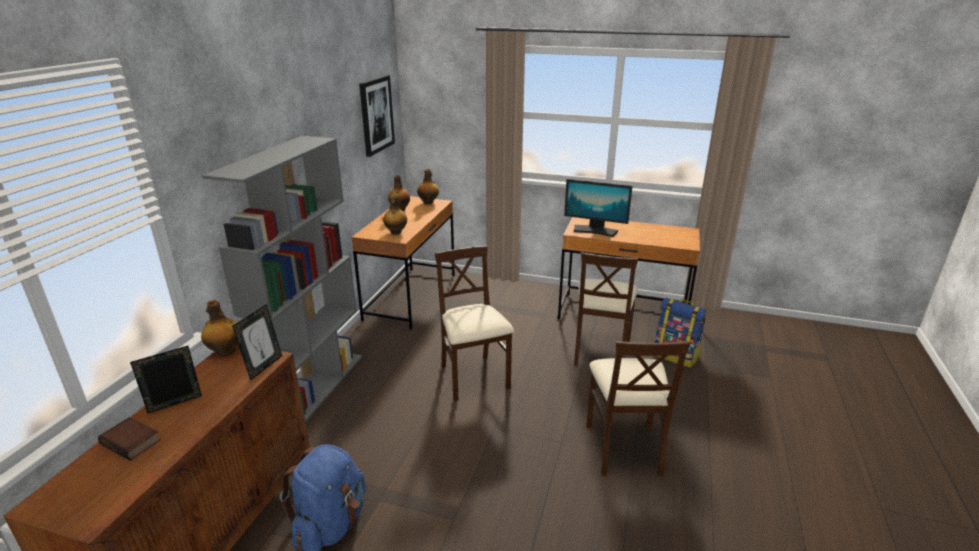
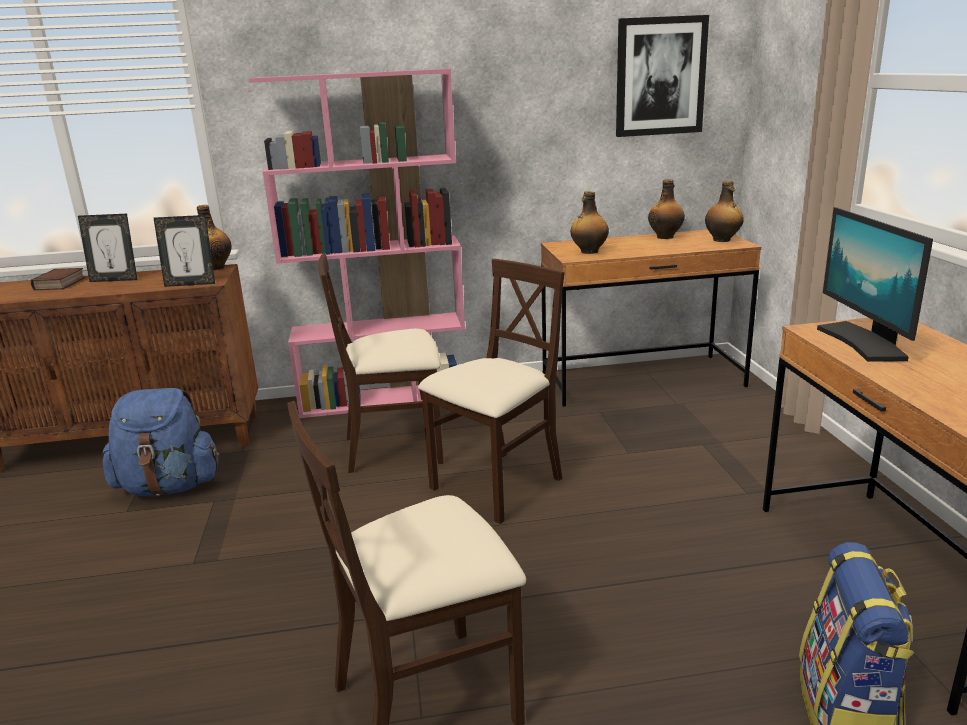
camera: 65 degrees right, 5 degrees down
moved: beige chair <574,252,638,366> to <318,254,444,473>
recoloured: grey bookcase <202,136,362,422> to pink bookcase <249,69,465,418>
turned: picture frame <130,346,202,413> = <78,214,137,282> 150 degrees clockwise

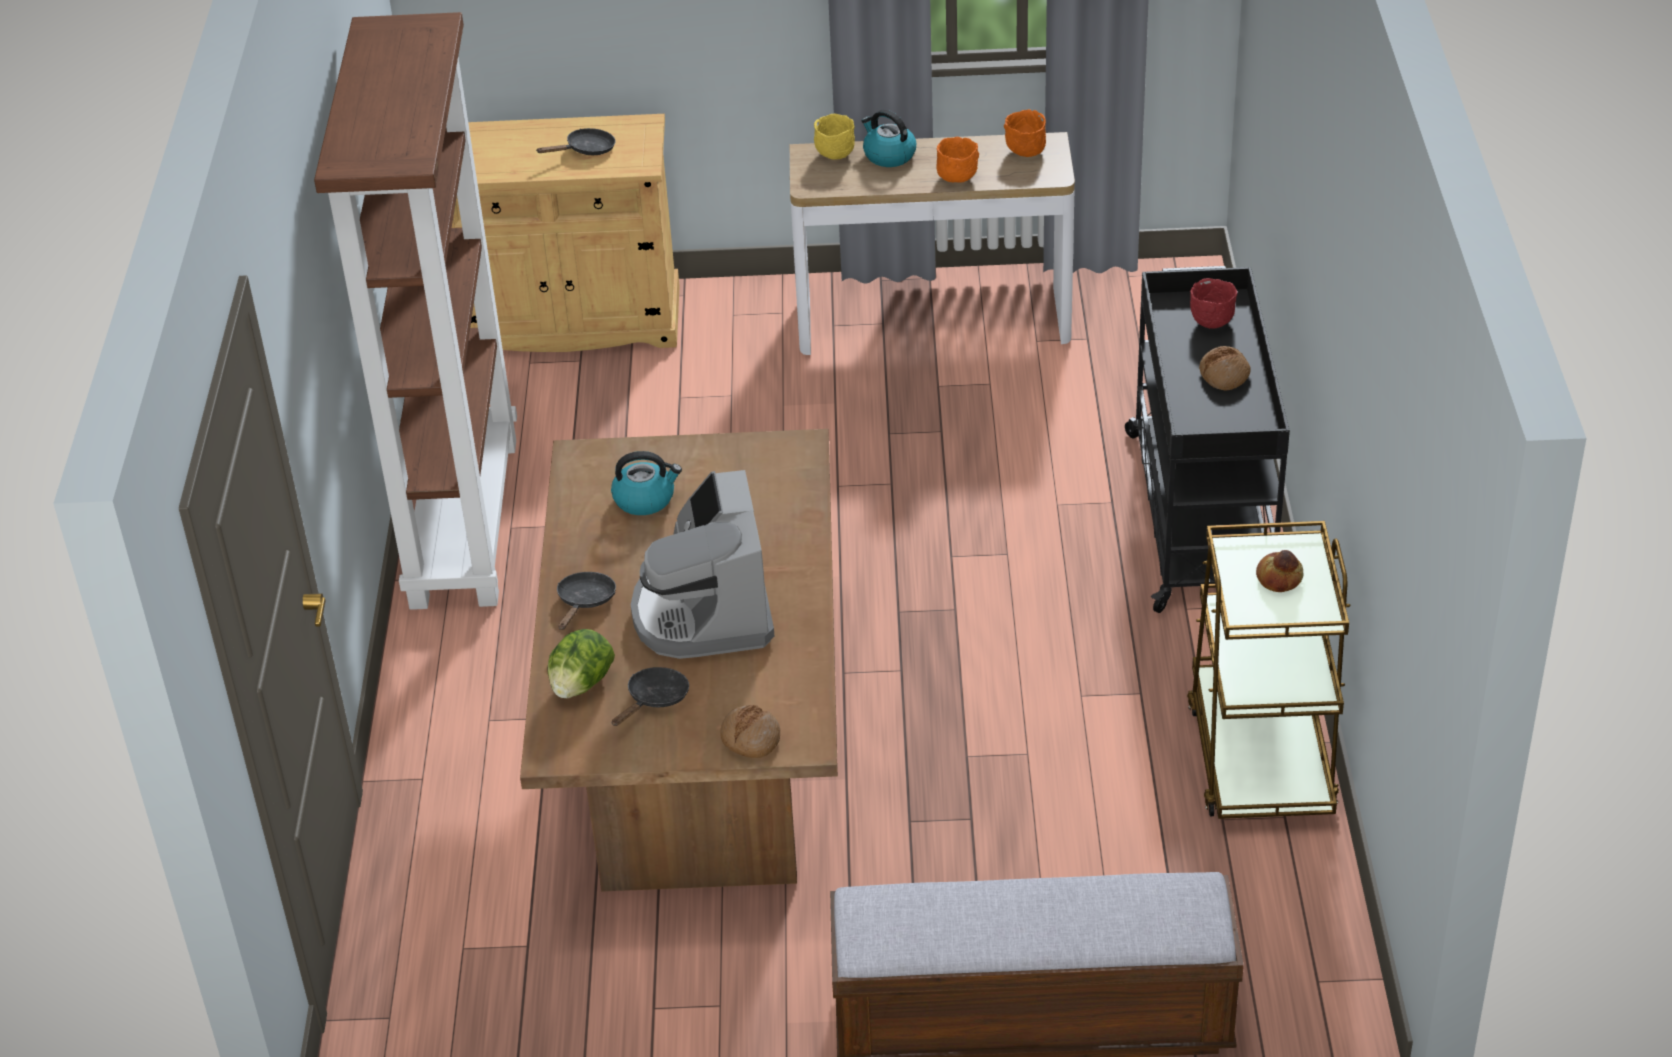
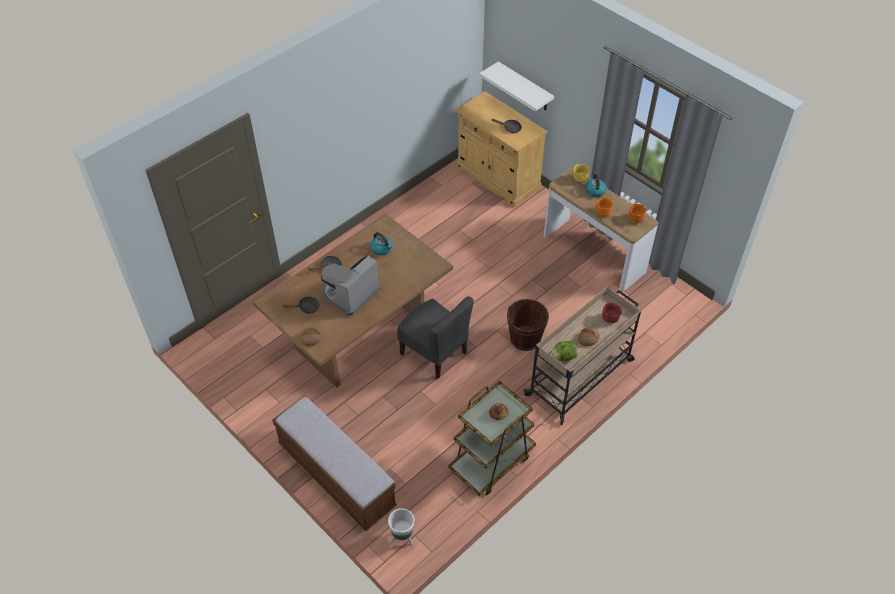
camera: 45 degrees right, 10 degrees up
removed: brown bookcase <314,12,517,610>
added: white planter <388,508,415,546>; grey chair <397,296,474,379>; white shelf <479,61,554,111>; brown bucket <507,299,549,351>
moved: lettuce <548,629,615,699> to <550,341,578,361>
recoloured: black cart <1125,266,1290,613> to beige cart <523,287,641,425>

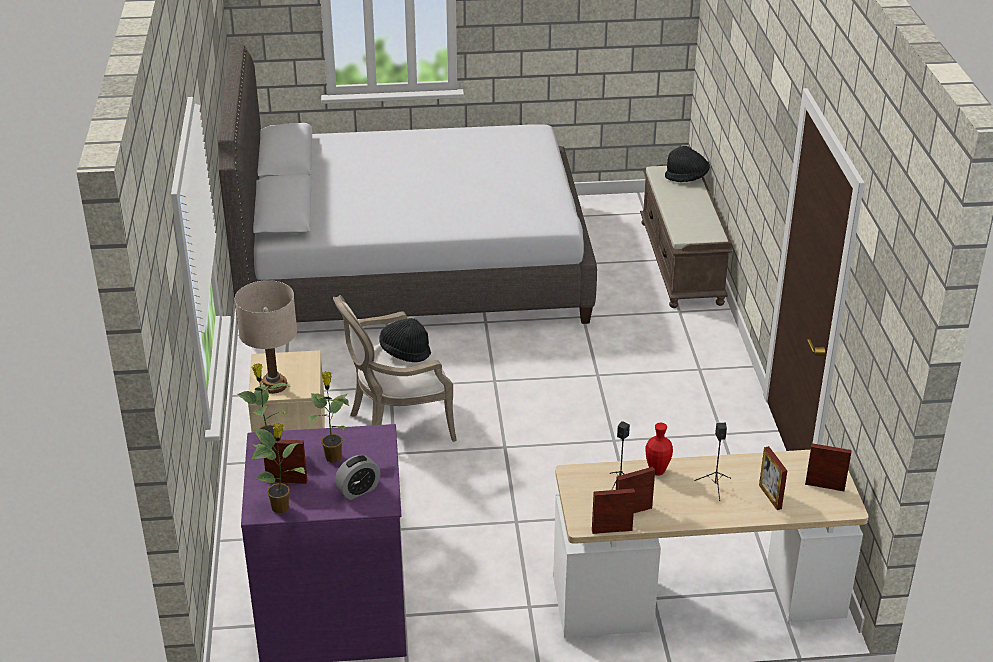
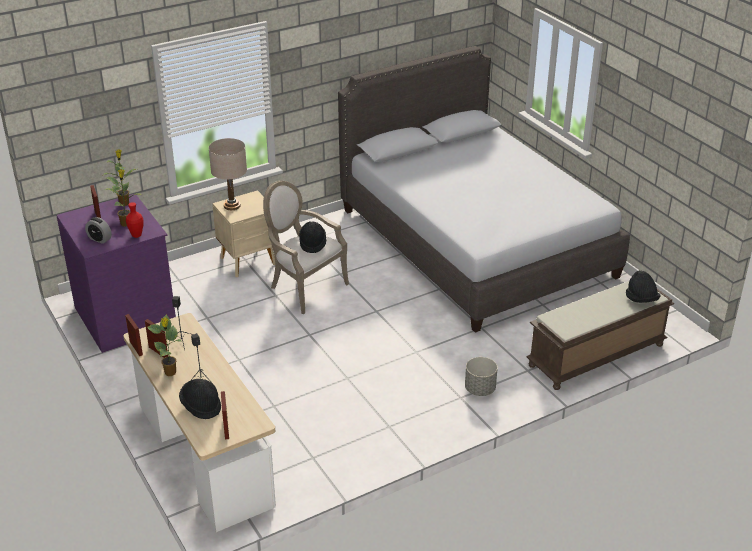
camera: 65 degrees right, 0 degrees up
added: grey planter <465,357,498,396>
moved: potted plant <252,423,305,513> to <148,315,182,376>; red vase <645,423,673,476> to <126,202,144,238>
replaced: picture frame <759,446,787,510> to black hat <179,379,221,419>

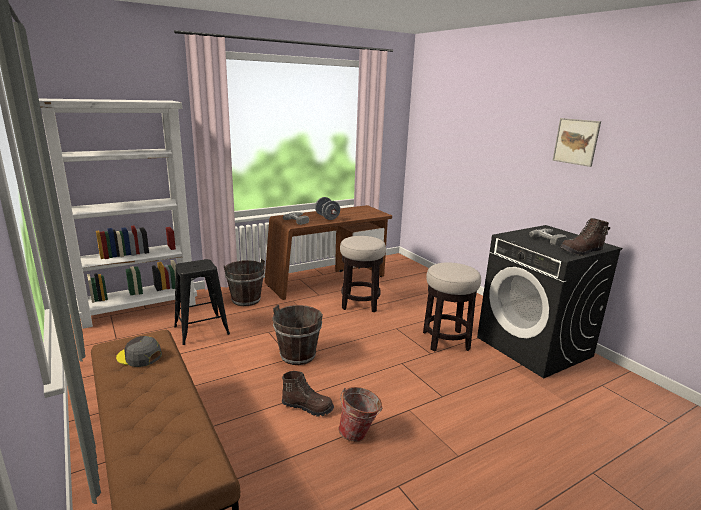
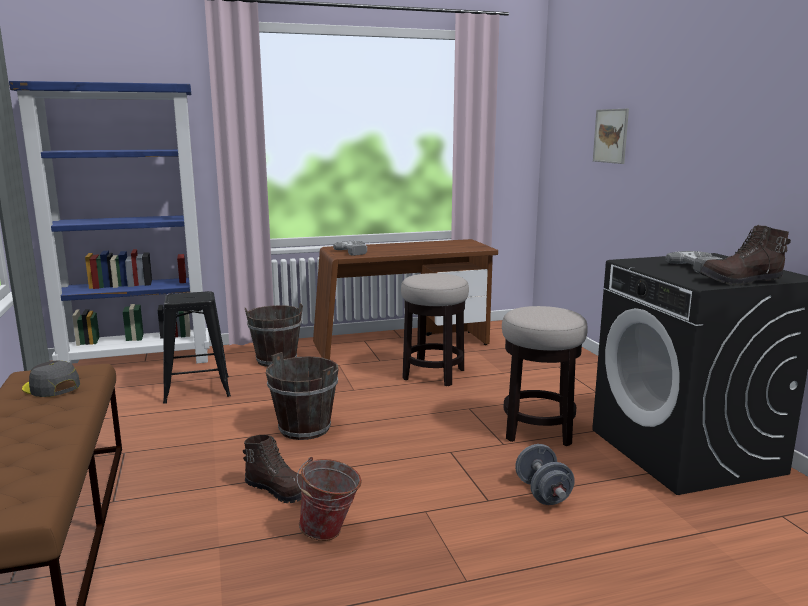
camera: 15 degrees right, 5 degrees down
moved: grey dumbbell <315,197,340,220> to <515,444,575,505>; picture <552,118,601,167> to <593,109,629,164>
recoloured: white bookcase <39,99,197,329> to blue bookcase <9,81,209,364>

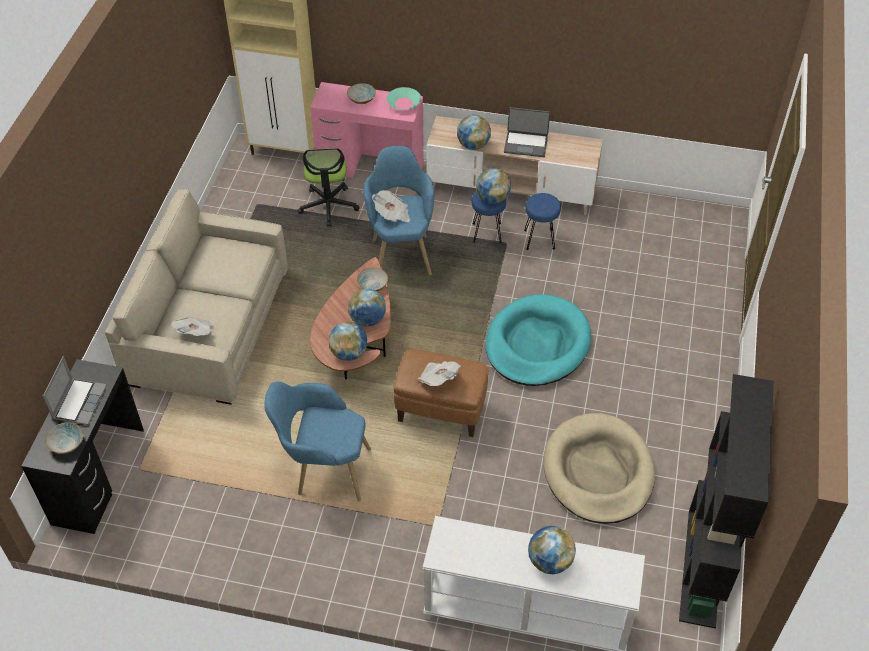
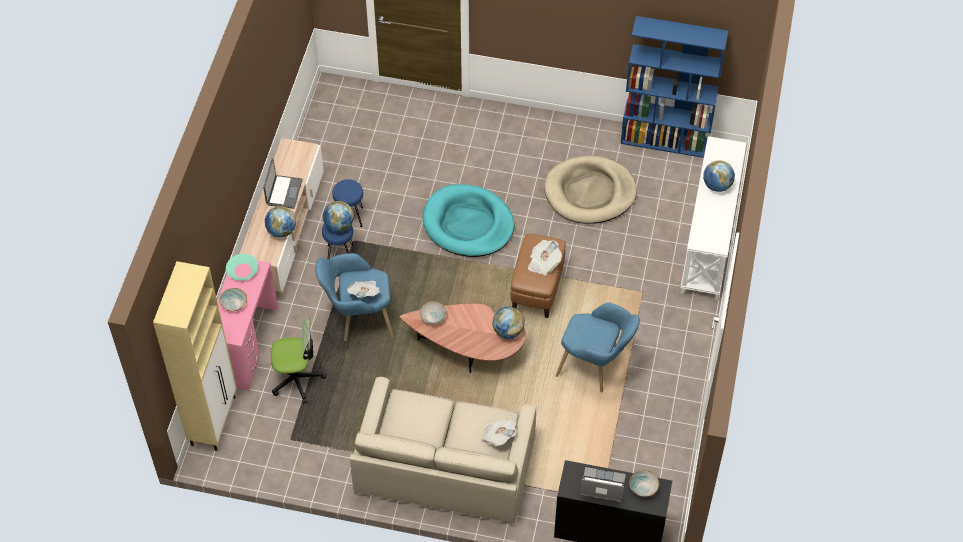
camera: 90 degrees left, 5 degrees up
removed: globe <348,288,386,326>
recoloured: black bookcase <679,374,774,628> to blue bookcase <620,16,728,158>
turned: blue armchair <264,382,371,502> = <556,302,640,392> 75 degrees counterclockwise

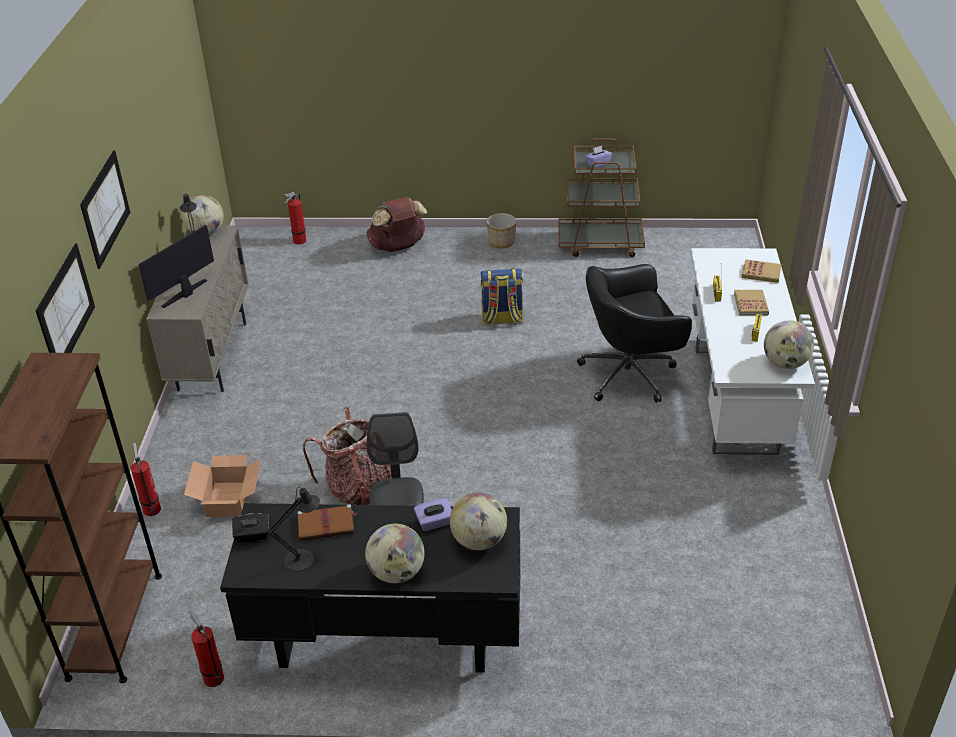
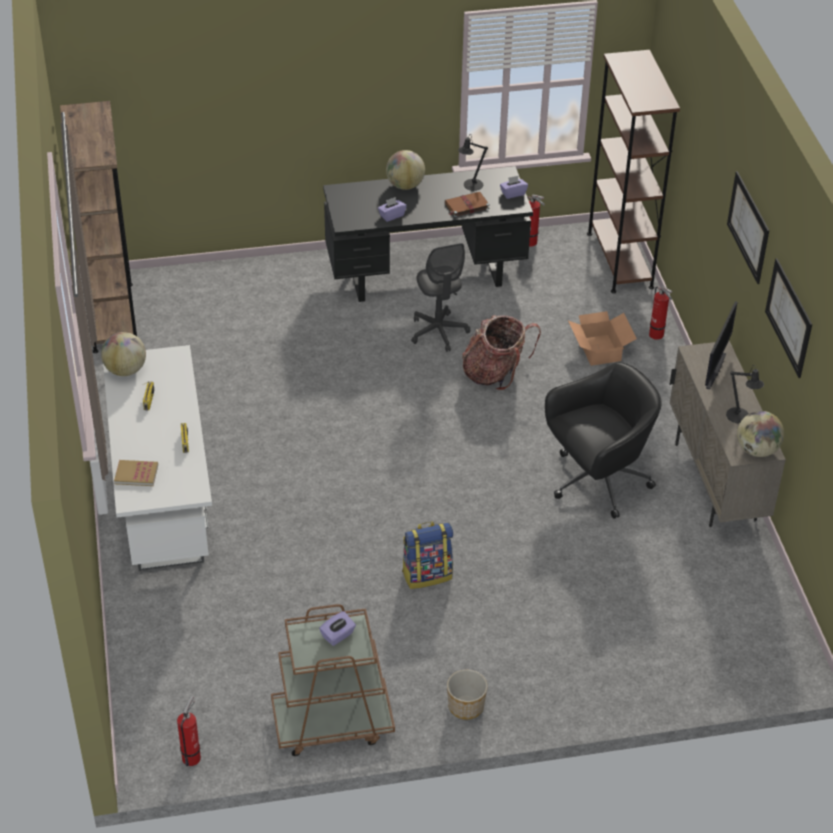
camera: 165 degrees right, 5 degrees up
removed: brown backpack <367,197,427,252>; globe <450,492,507,550>; book <734,290,769,316>
added: brown bookcase <60,101,137,353>
moved: picture <36,244,95,353> to <765,258,812,378>; fire extinguisher <284,192,306,244> to <177,696,201,766>; black office chair <577,264,692,403> to <545,362,662,519>
recoloured: black tissue box <232,513,269,543> to purple tissue box <500,176,528,199>

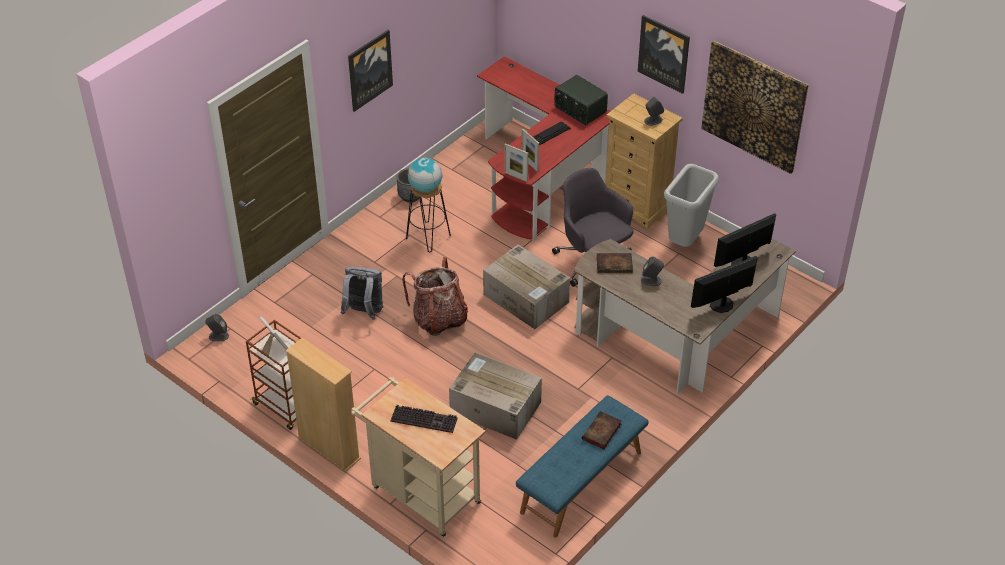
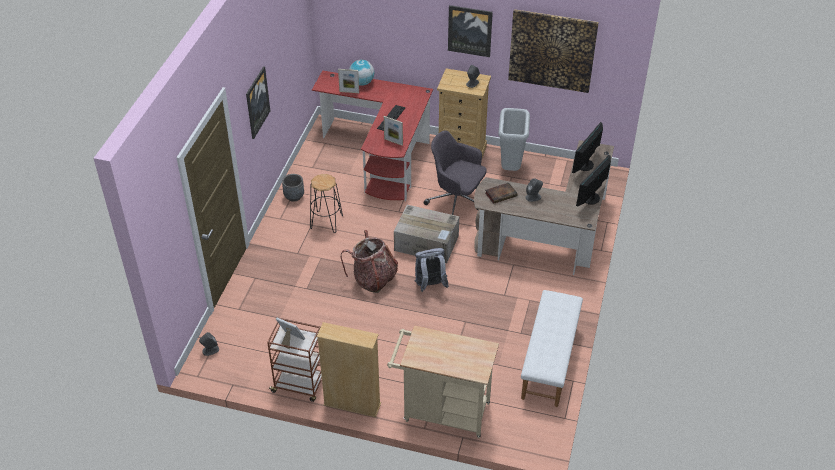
camera: 25 degrees left, 0 degrees up
removed: keyboard <391,405,458,433>; cardboard box <449,352,542,440>; radio <554,75,608,125>; book <582,411,622,449>
moved: grey backpack <341,267,383,320> to <414,248,449,292>; globe <408,158,442,192> to <349,60,374,86>; picture frame <504,143,528,182> to <338,69,359,93>
recoloured: blue bench <516,395,649,538> to white bench <521,290,583,407>

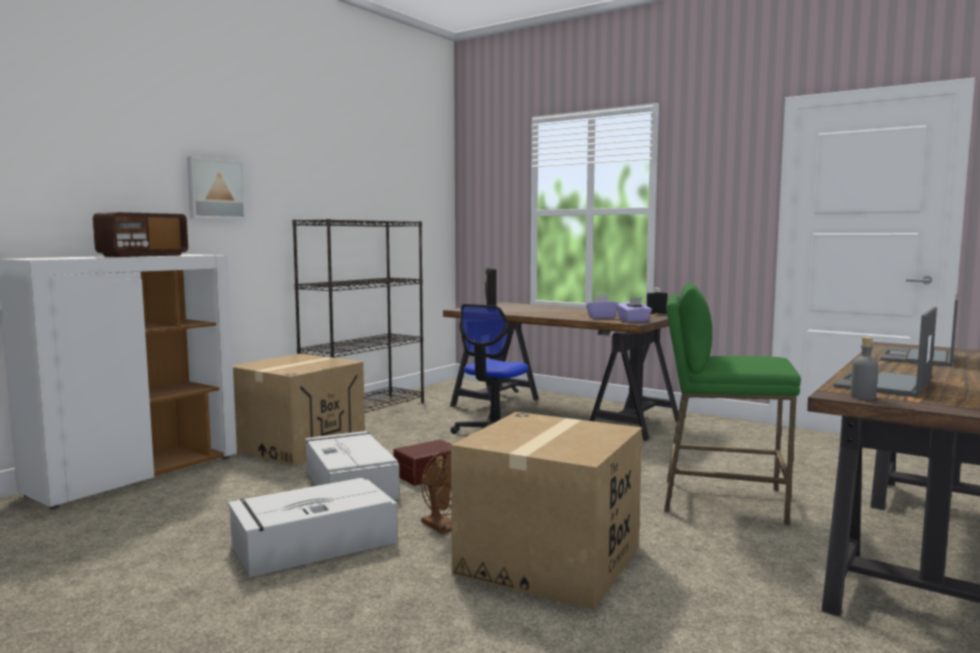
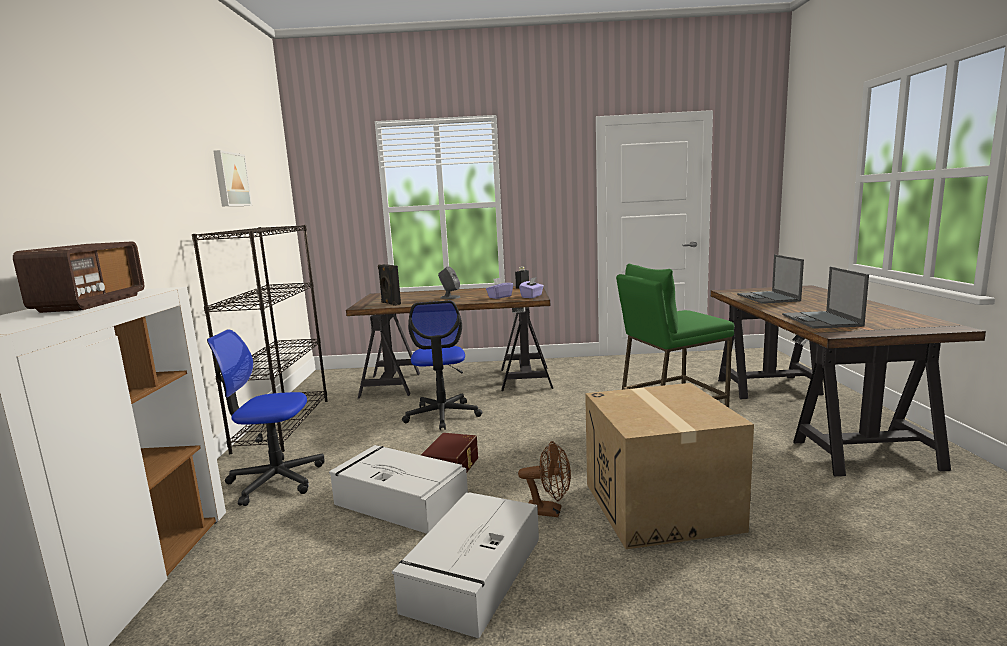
camera: 35 degrees left, 5 degrees up
removed: grey bottle <851,337,878,400>
added: grey speaker <438,266,460,299>
moved: picture <187,156,246,219> to <213,150,252,206>
replaced: cardboard box <233,353,365,466> to office chair <207,330,325,506>

